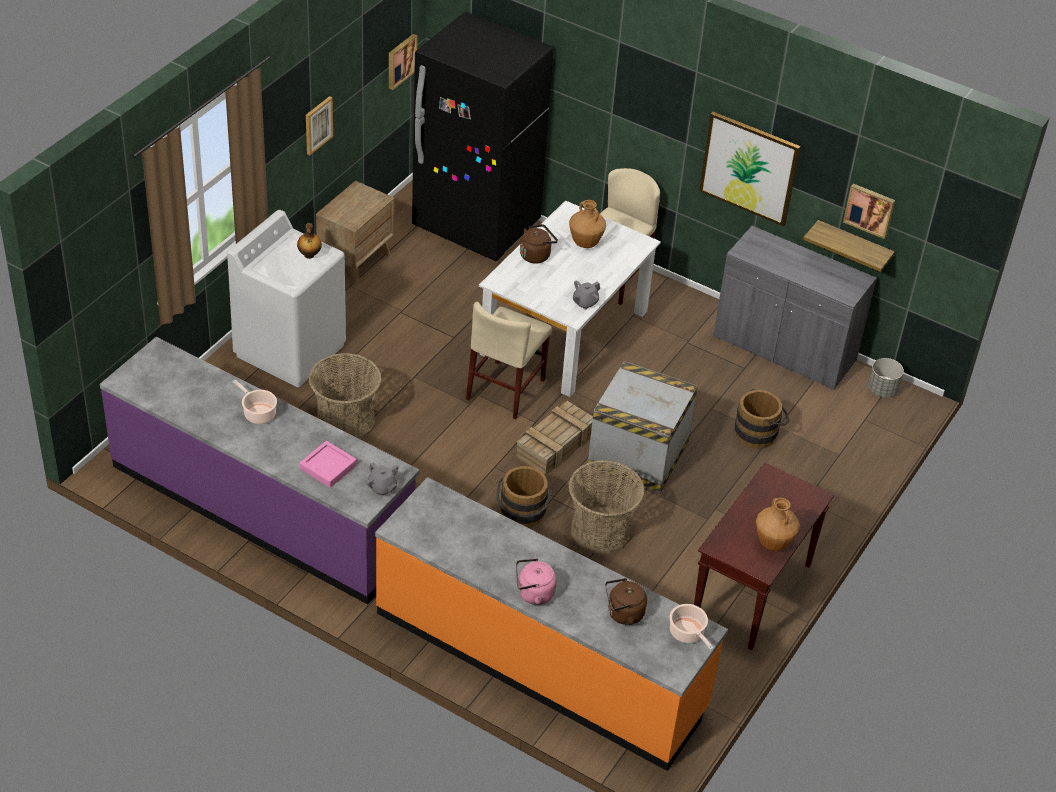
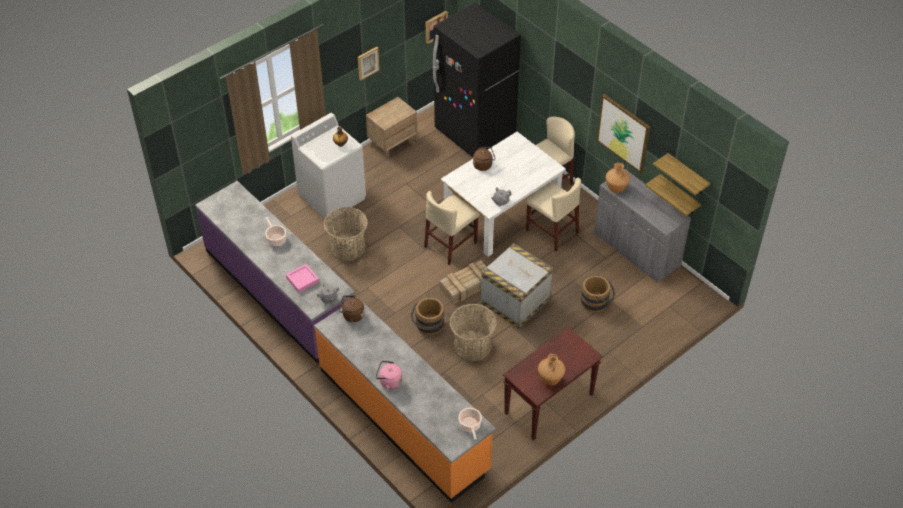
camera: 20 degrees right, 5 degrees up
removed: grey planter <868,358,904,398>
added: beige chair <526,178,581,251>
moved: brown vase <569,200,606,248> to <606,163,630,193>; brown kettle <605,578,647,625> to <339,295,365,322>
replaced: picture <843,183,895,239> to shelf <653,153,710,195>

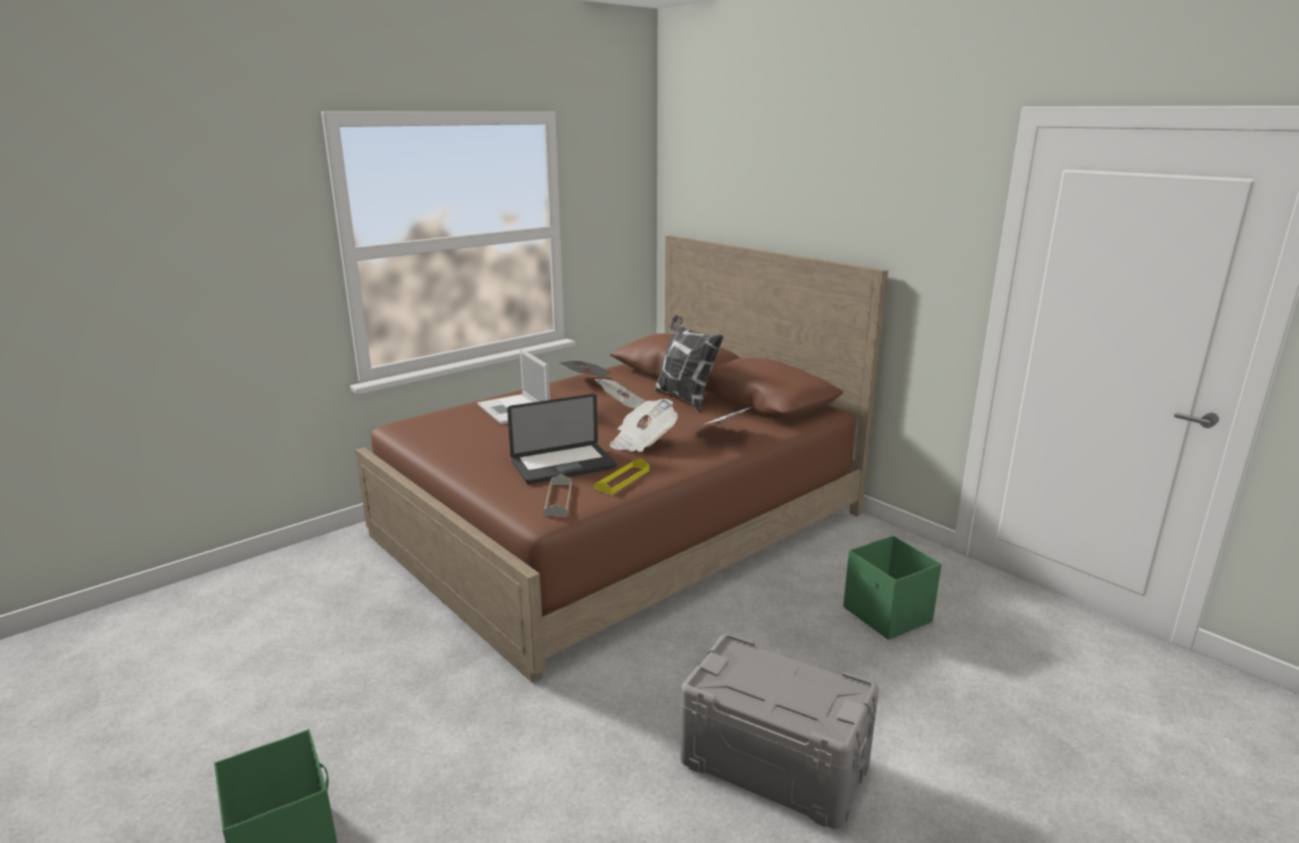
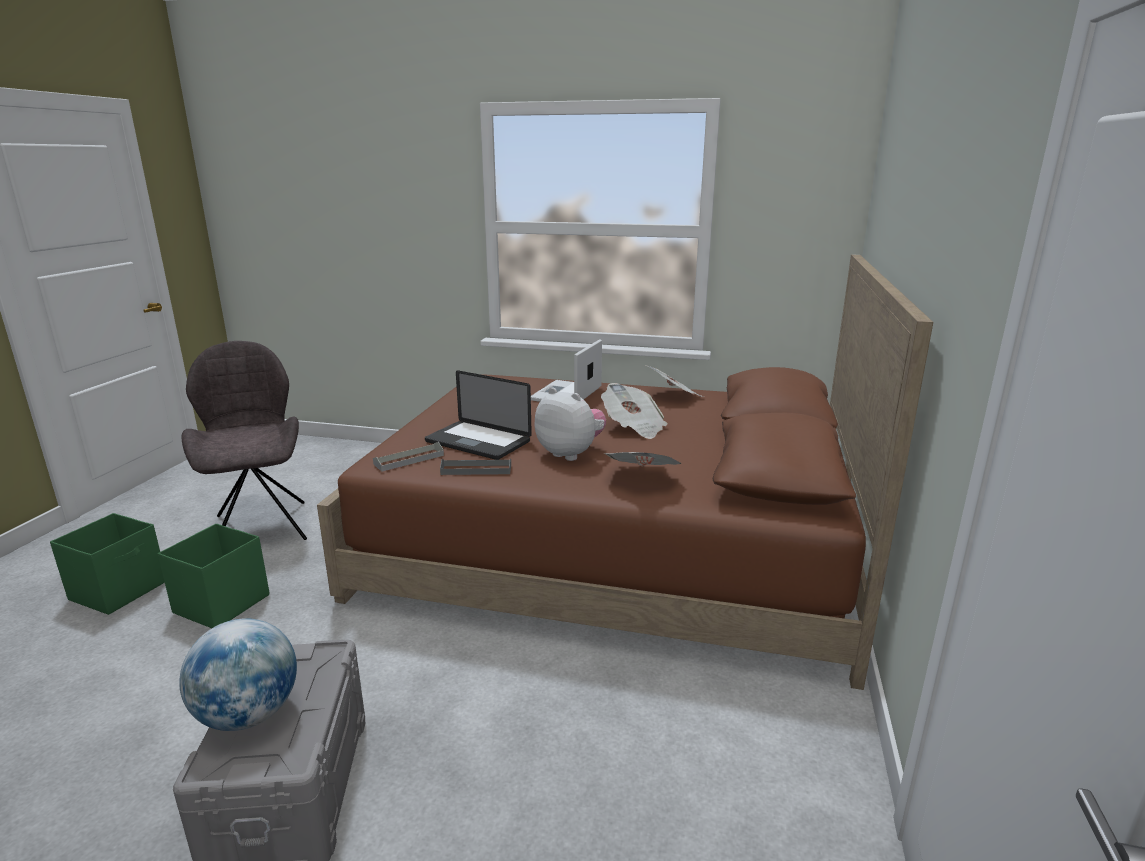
camera: 55 degrees right, 0 degrees up
removed: pillow <654,315,724,412>
added: globe <179,618,297,731>; grey chair <182,341,307,540>
moved: green storage box <843,536,942,640> to <158,523,270,628>
replaced: newspaper <610,399,678,452> to plush toy <535,387,606,461>
recoloured: yellow tray <594,459,649,495> to grey tray <440,459,511,475>

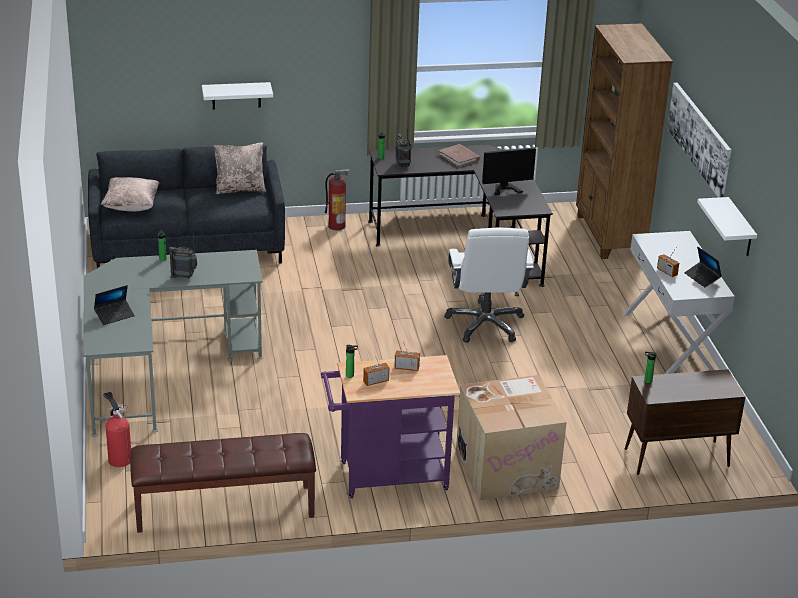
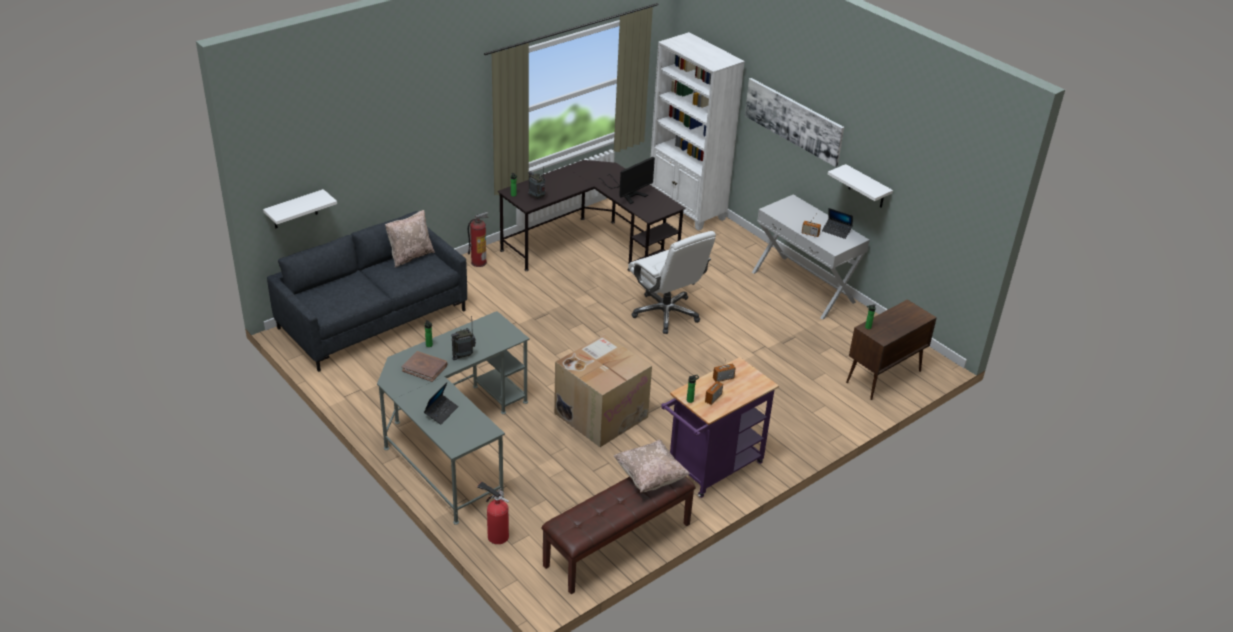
camera: 30 degrees left, 5 degrees up
moved: beige pillow <101,177,159,211> to <614,440,690,493>; white shelf <202,82,273,109> to <263,189,337,228>; brown book <439,144,480,167> to <402,351,447,382>; cardboard box <456,375,566,501> to <554,334,652,447>
recoloured: brown bookcase <576,23,673,259> to white bookcase <650,32,745,231>

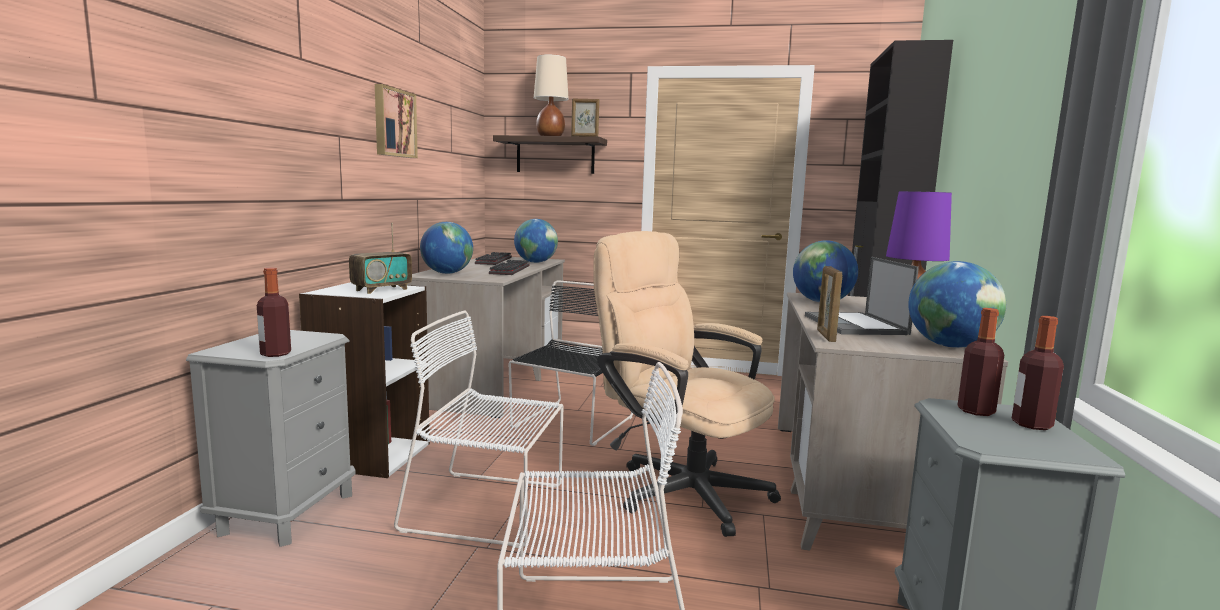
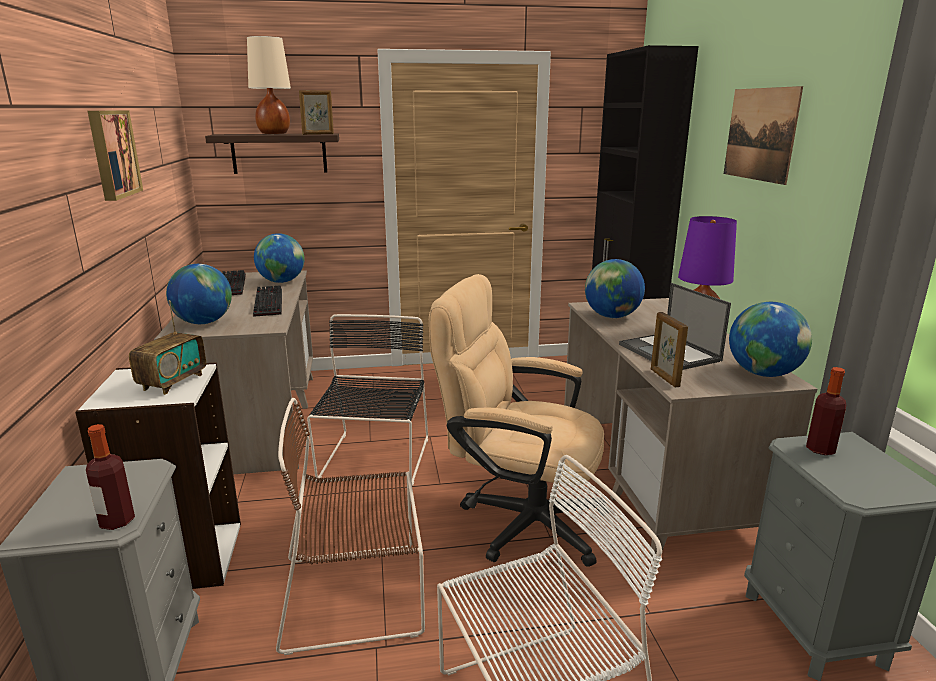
camera: 20 degrees left, 10 degrees up
removed: bottle <1012,316,1064,430>
added: picture <724,86,803,185>
recoloured: white chair <394,310,563,548> to brown chair <276,398,425,655>

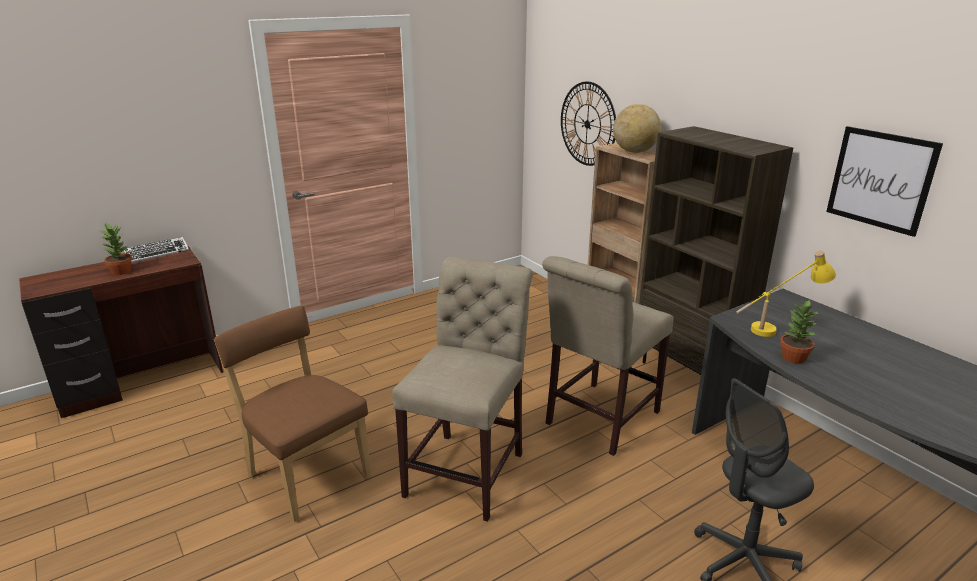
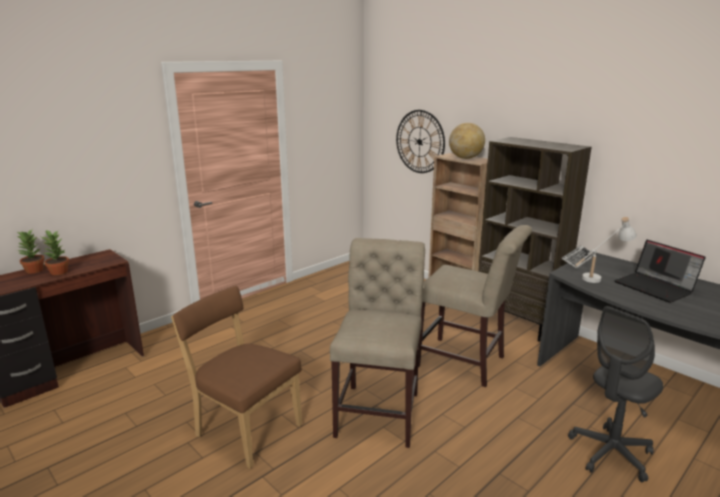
camera: 10 degrees left, 5 degrees down
removed: picture <826,126,943,237>
added: laptop <614,240,706,303>
moved: keyboard <124,237,189,263> to <561,245,594,269>; potted plant <780,299,818,364> to <17,229,45,273>
recoloured: yellow table lamp <736,250,836,337> to white table lamp <575,217,637,283>
turned: beige chair <542,256,674,456> = <418,225,532,387> 90 degrees counterclockwise

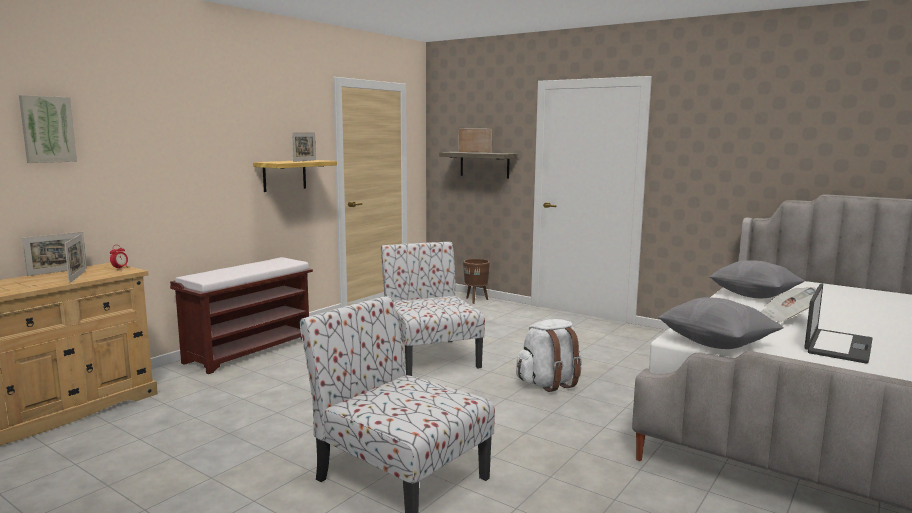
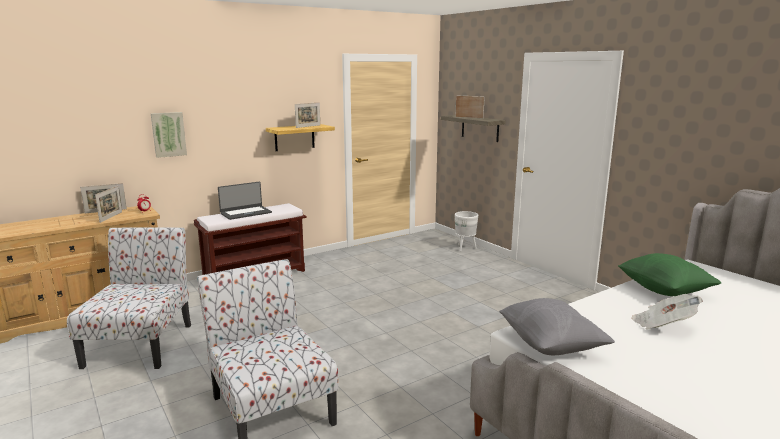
camera: 20 degrees right, 5 degrees up
removed: white backpack <516,319,582,392>
moved: picture <19,95,77,163> to <151,112,187,158>; chair <381,242,485,376> to <67,227,191,369>; laptop <804,284,873,364> to <218,182,272,220>
recoloured: brown planter <463,259,490,304> to white planter <455,211,478,251>; grey pillow <709,260,805,298> to green pillow <618,253,721,296>

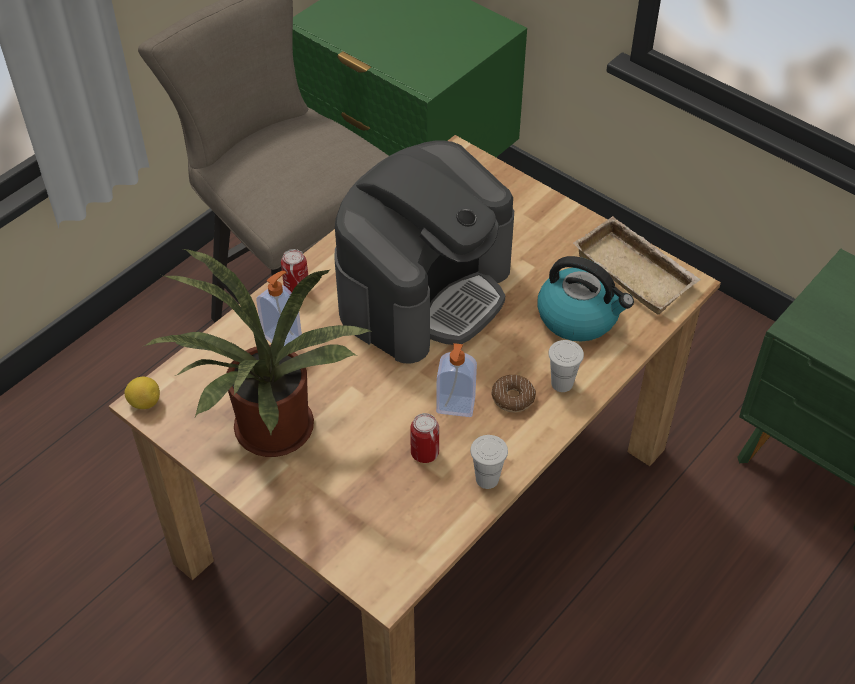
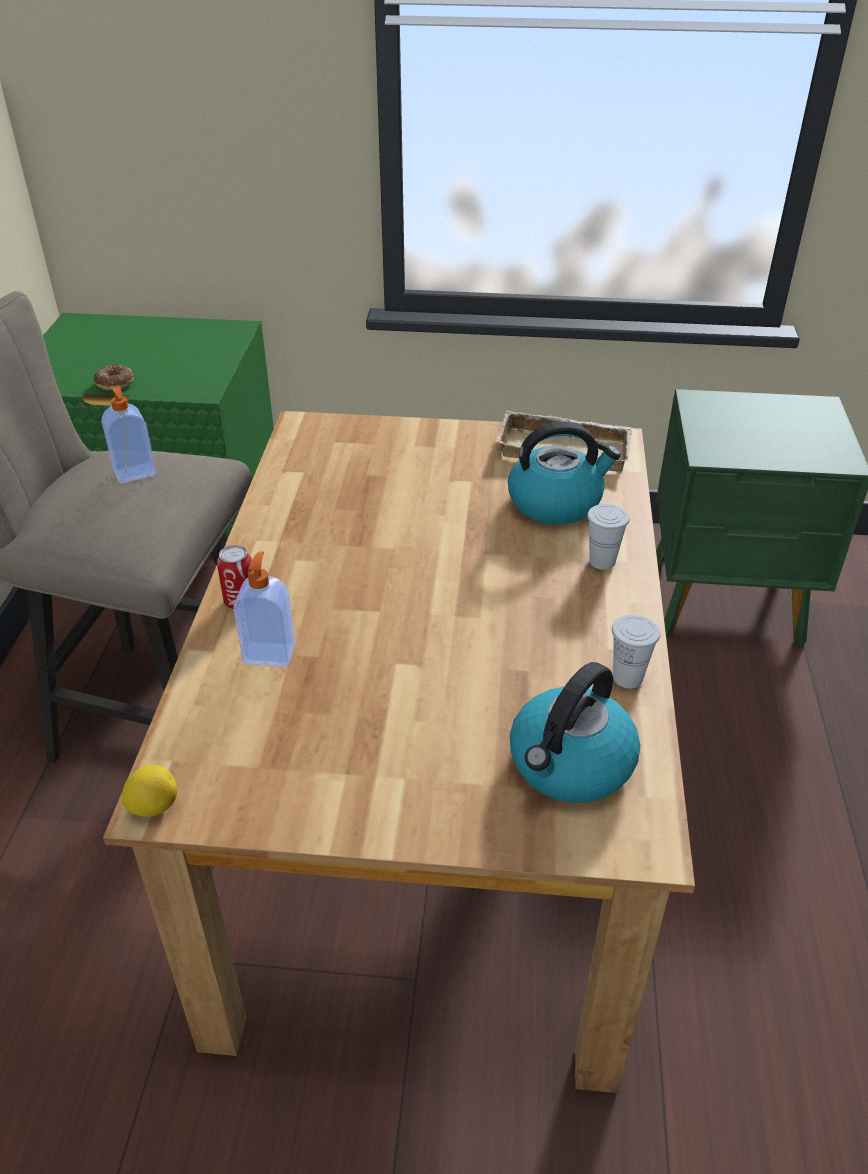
camera: 35 degrees left, 10 degrees down
removed: potted plant <144,249,372,457>; coffee machine <334,140,514,364>; can <410,413,439,463>
added: kettle <510,662,640,803>
moved: soap dispenser <436,343,477,417> to <102,387,156,484>; donut <491,375,536,412> to <94,365,134,390>

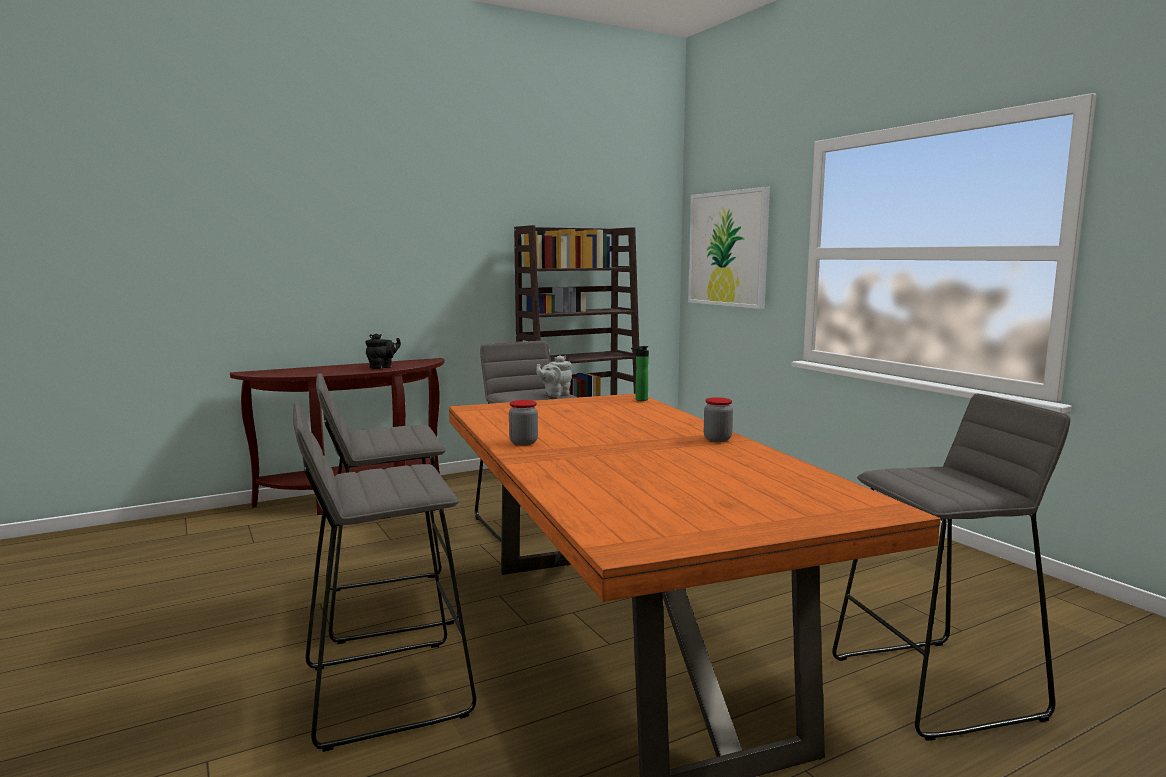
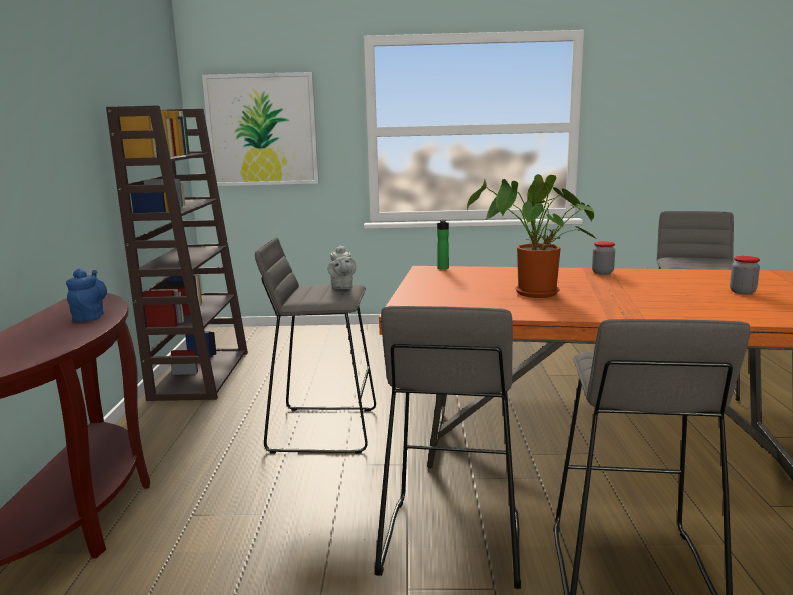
camera: 60 degrees left, 5 degrees up
added: potted plant <467,174,598,298>
moved: jar <509,400,538,445> to <730,256,760,294>
recoloured: black teapot <365,334,401,369> to blue teapot <66,269,107,322>

